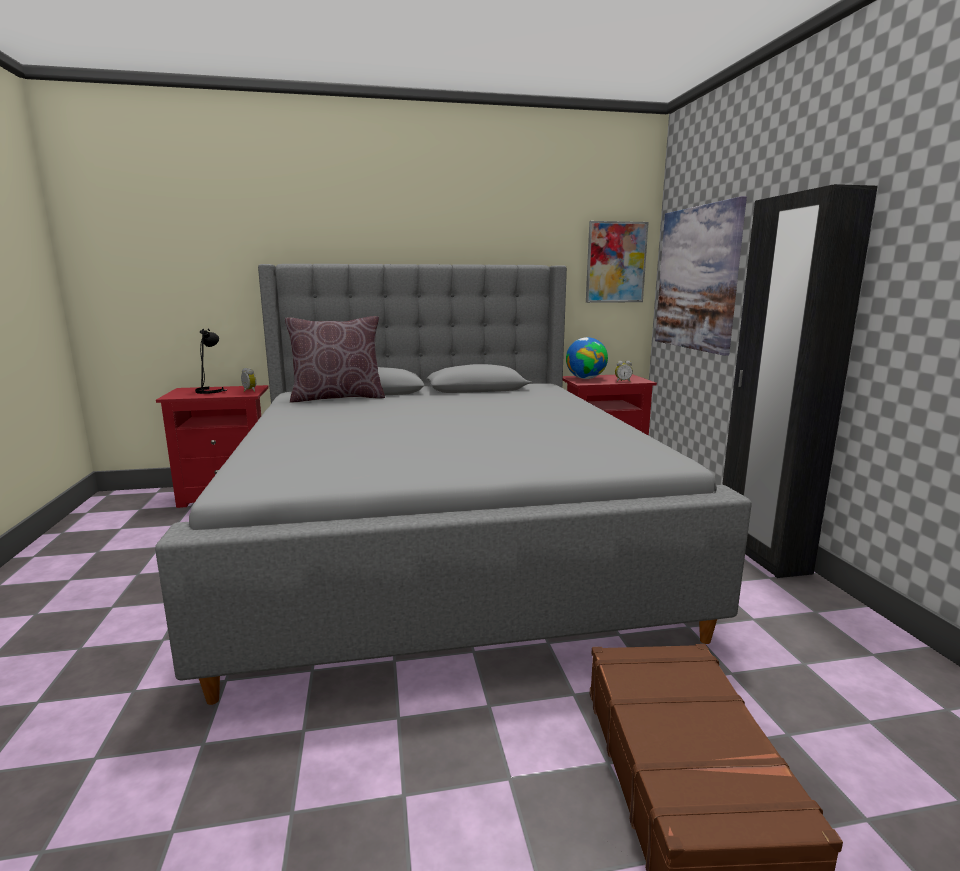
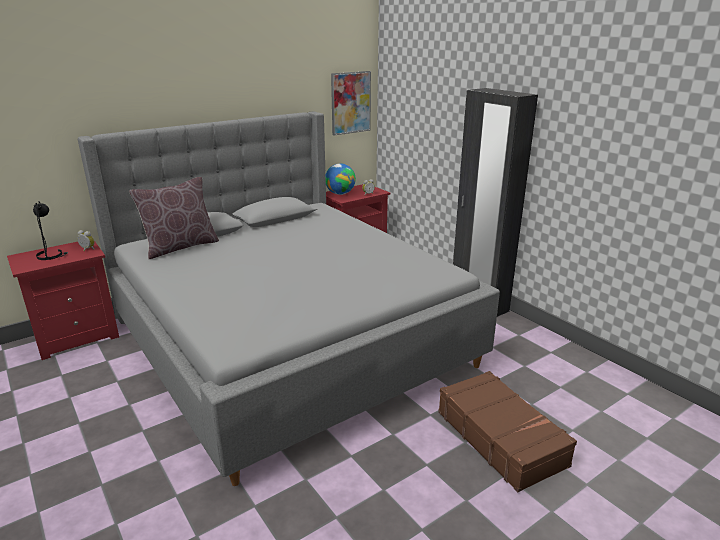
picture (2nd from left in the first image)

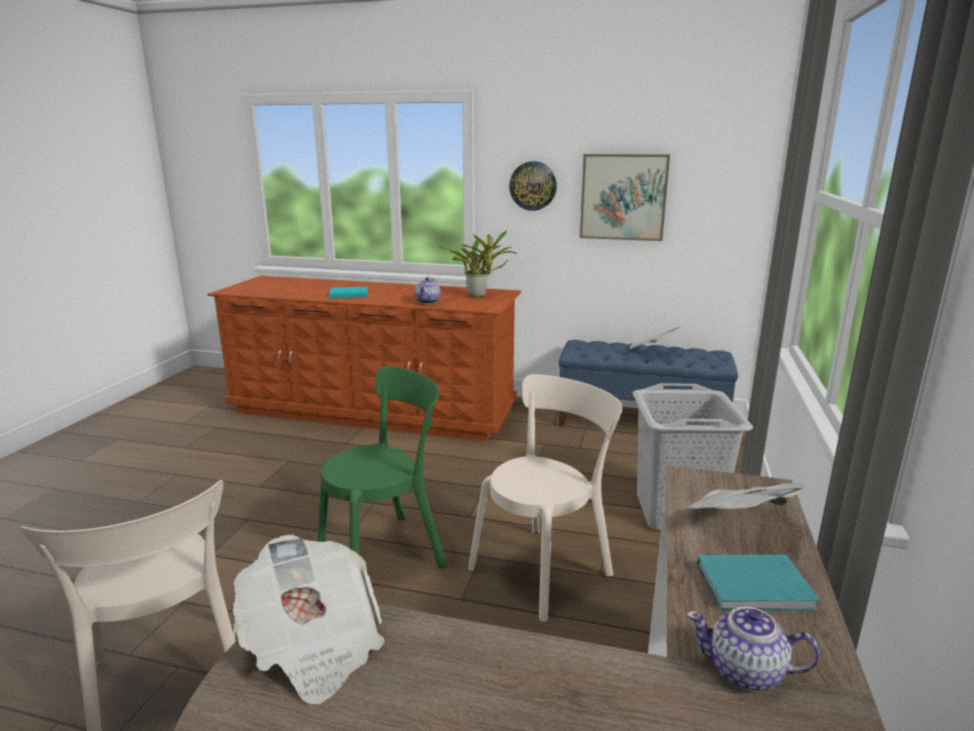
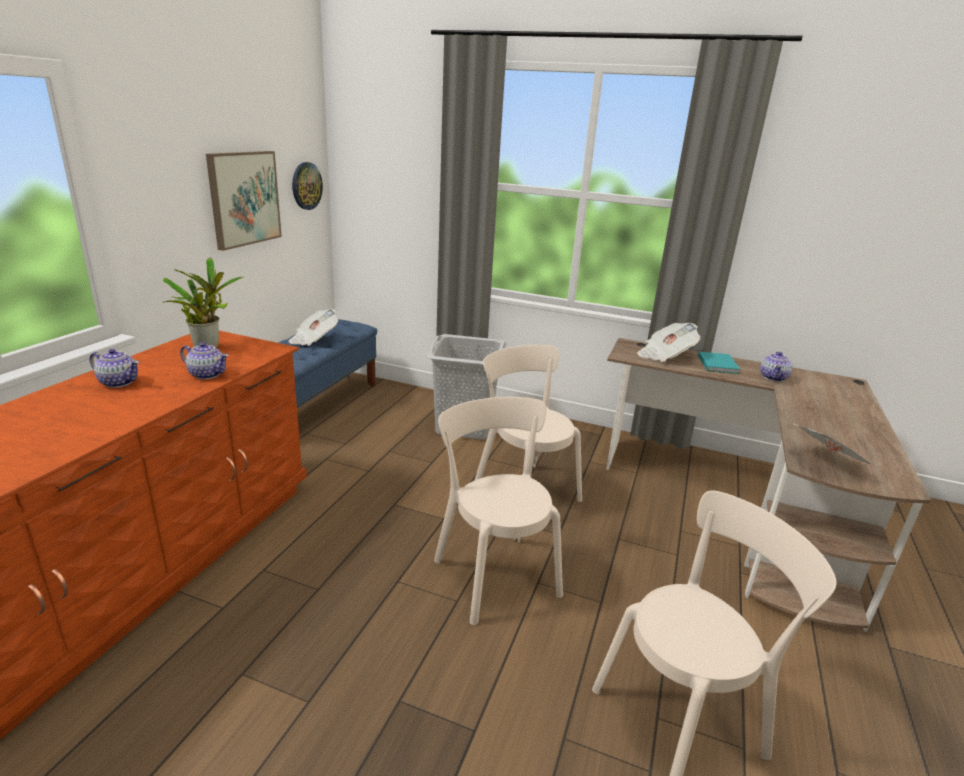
turquoise book (1st from left in the first image)
teapot (1st from left)
wall clock
beige chair (1st from left)

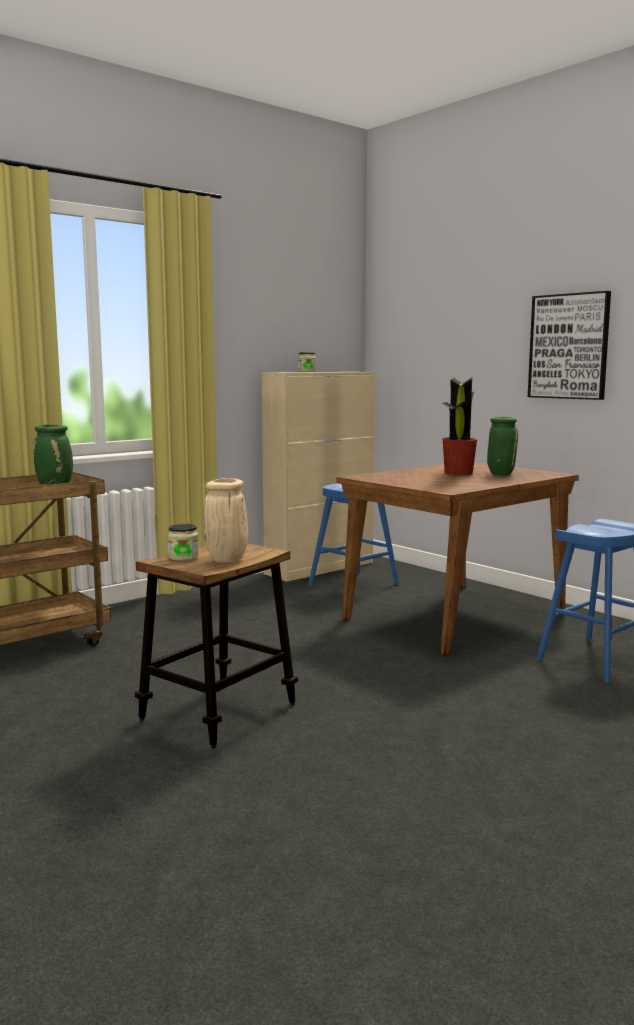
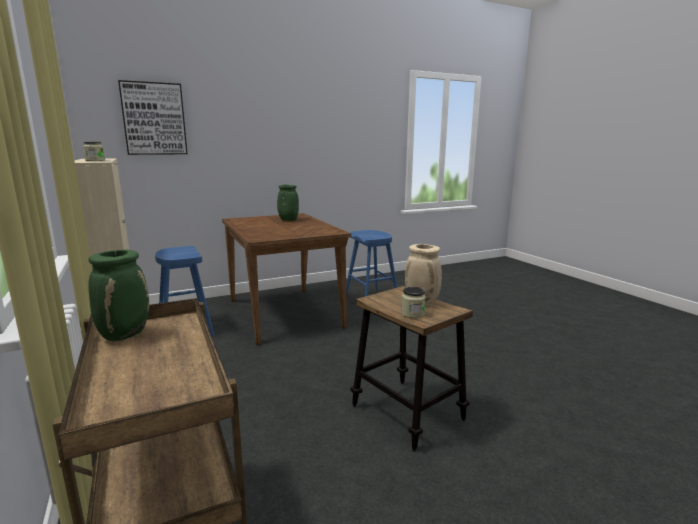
potted plant
picture

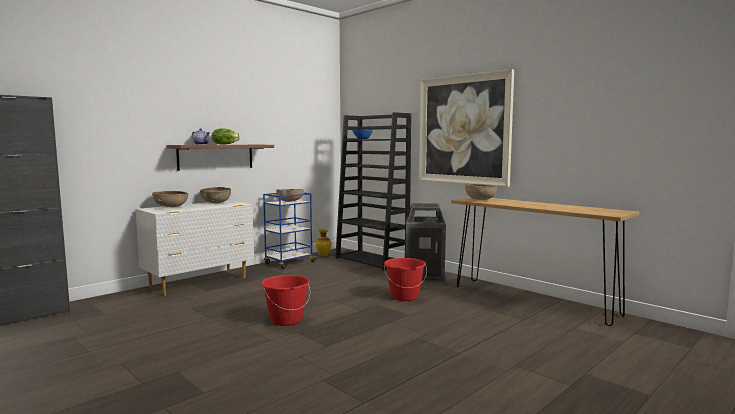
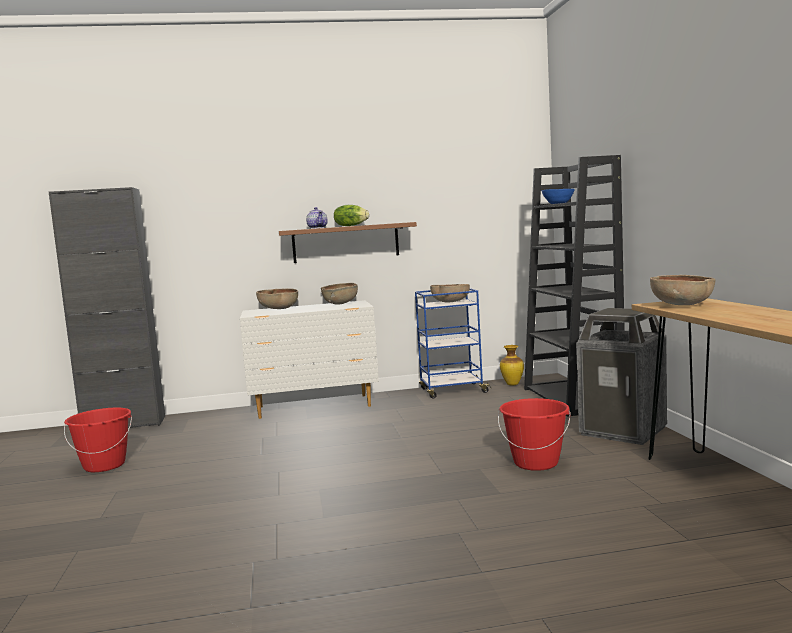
picture
red bucket (1st from left)

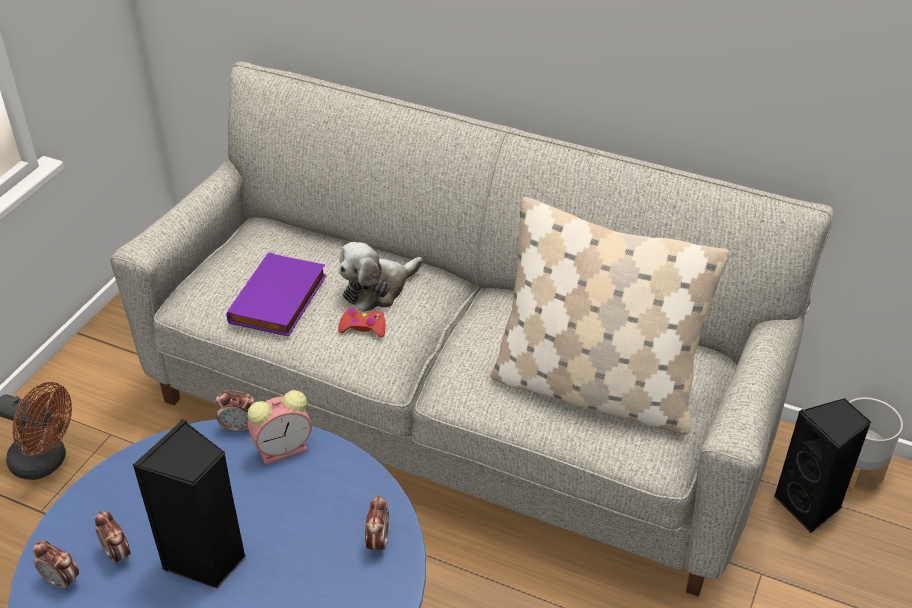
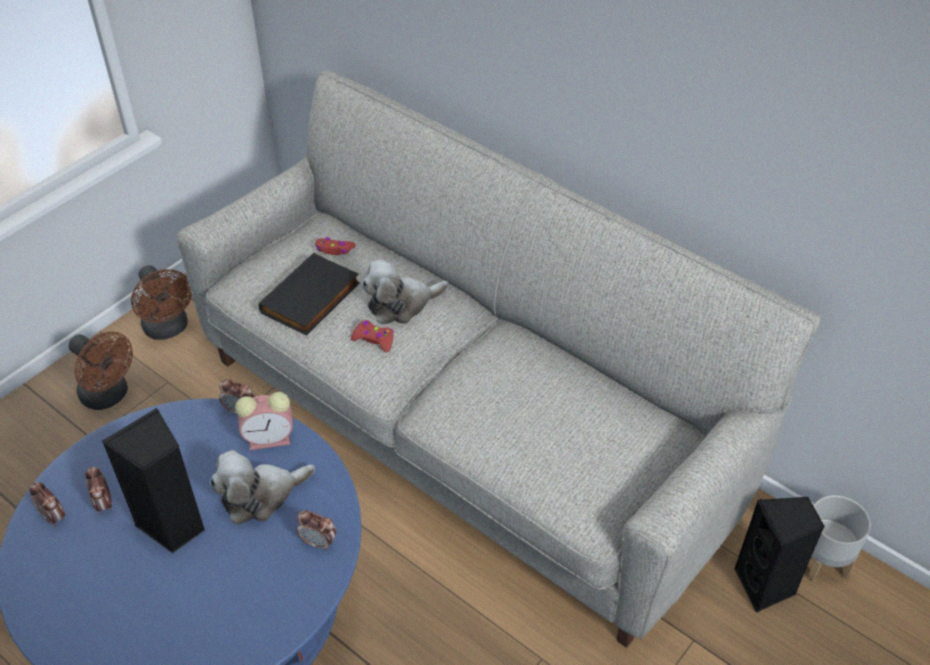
beige pillow
brown fan (2nd from left)
plush toy (1st from left)
red game controller (1st from left)
black book
alarm clock (5th from left)

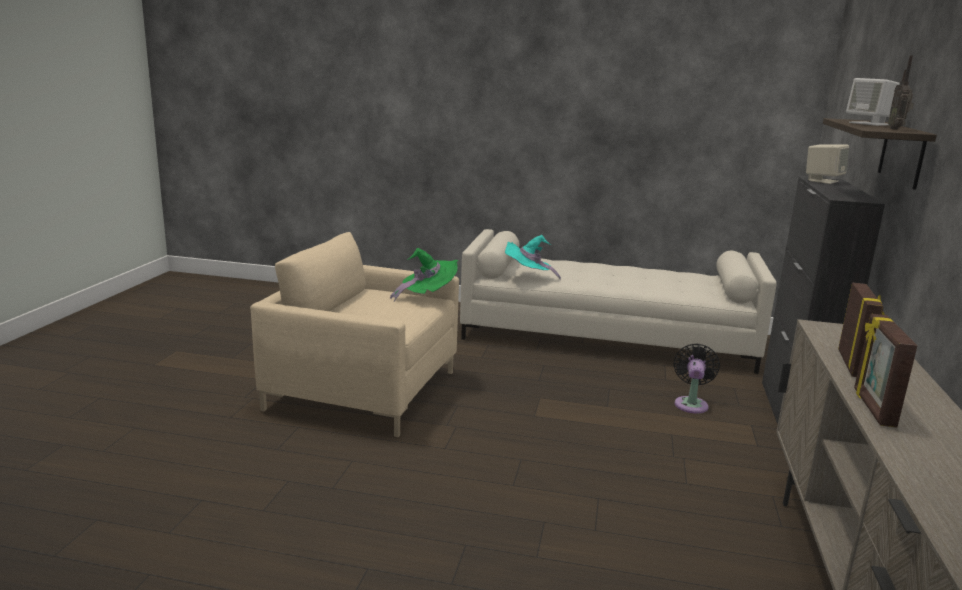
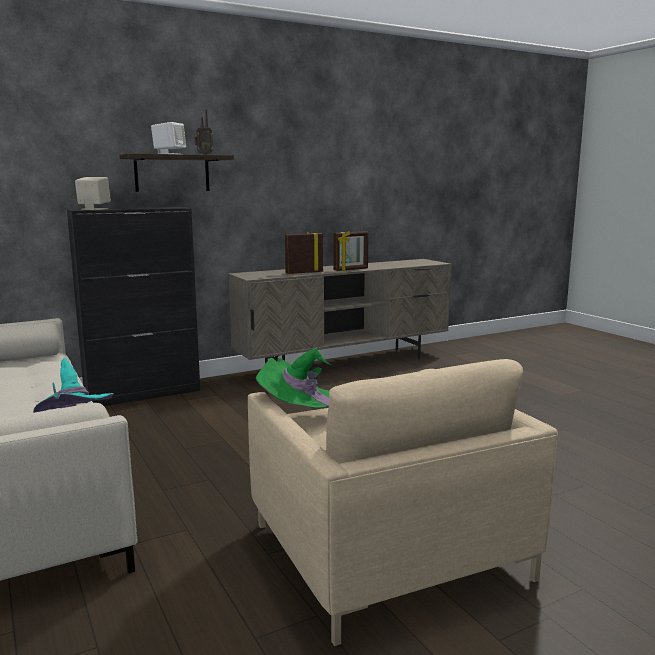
black fan

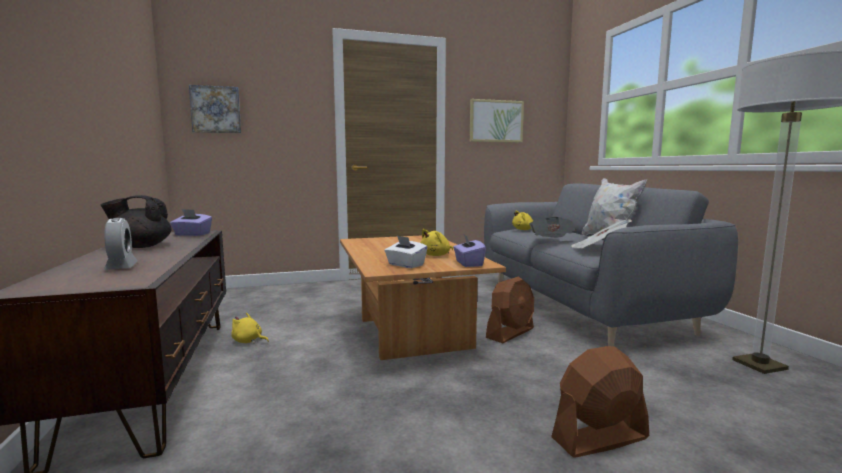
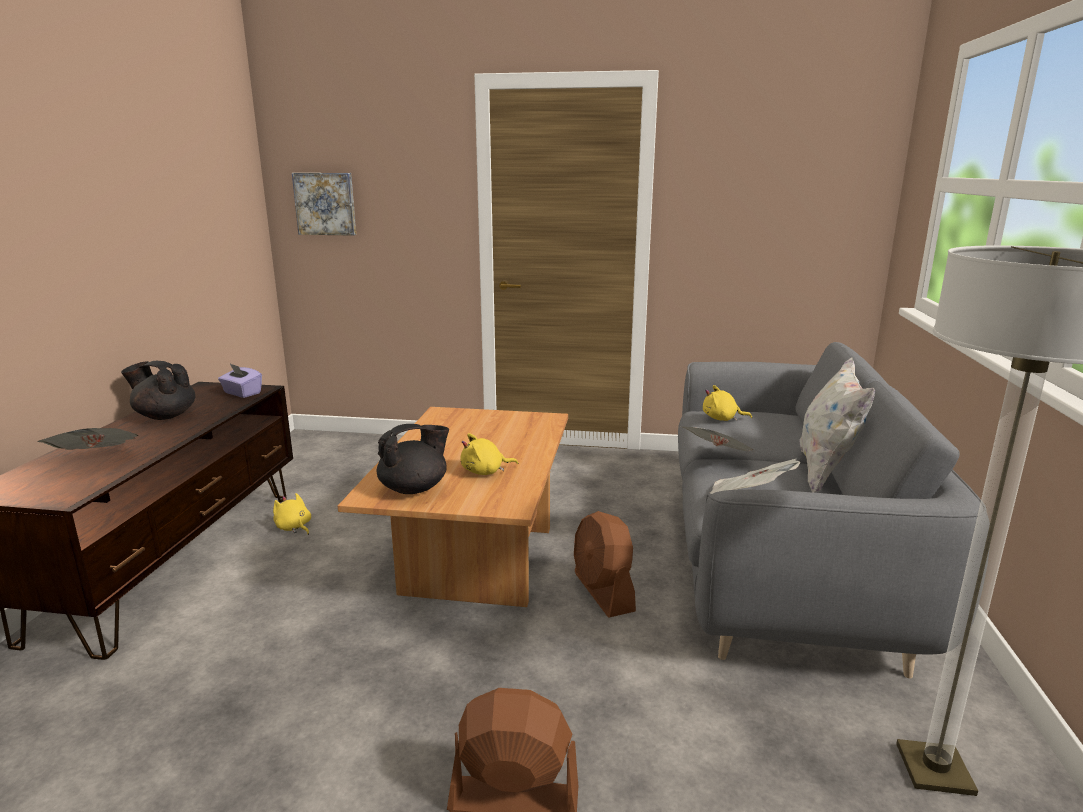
purple tissue box (2nd from left in the first image)
picture (2nd from left in the first image)
newspaper (1st from left)
black teapot (2nd from left)
brown fan (2nd from left)

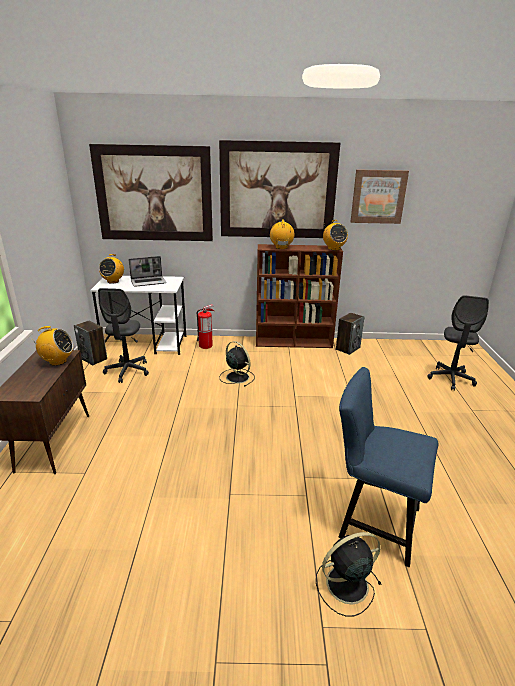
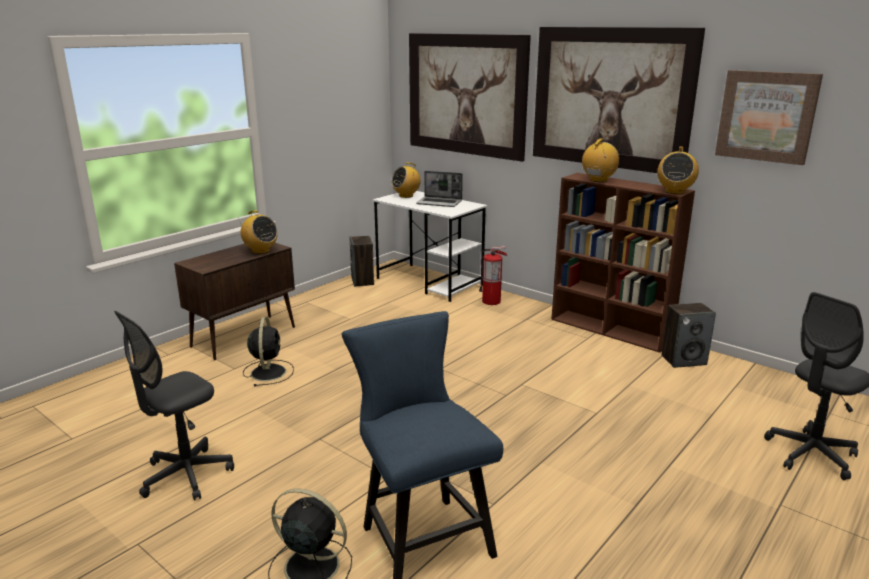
grey office chair (1st from left)
black fan (1st from left)

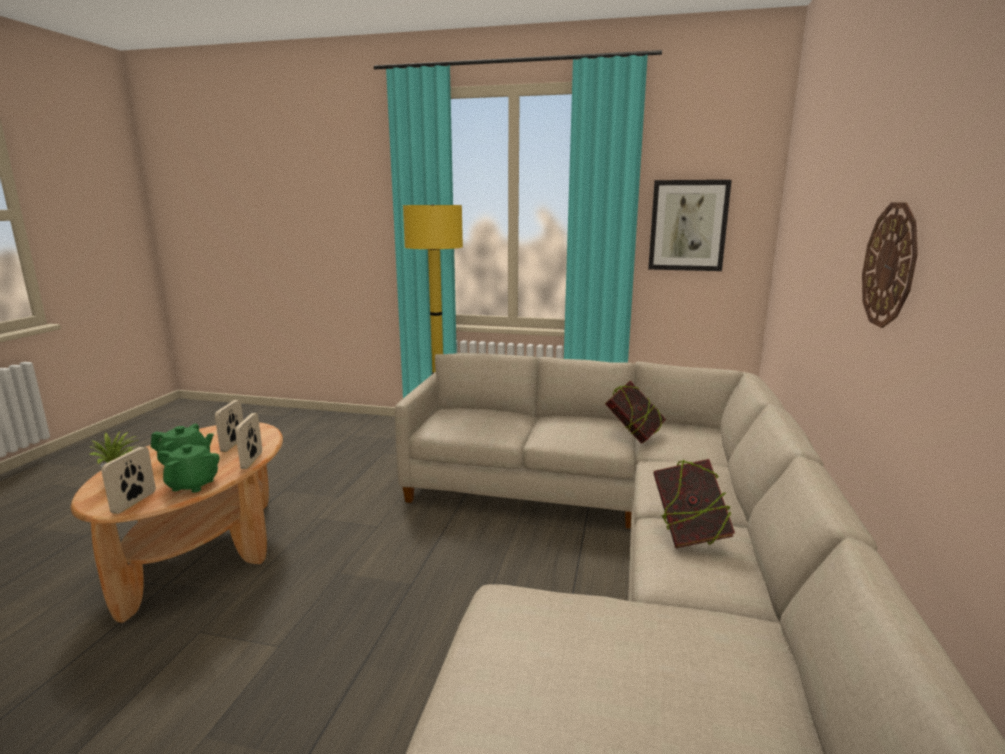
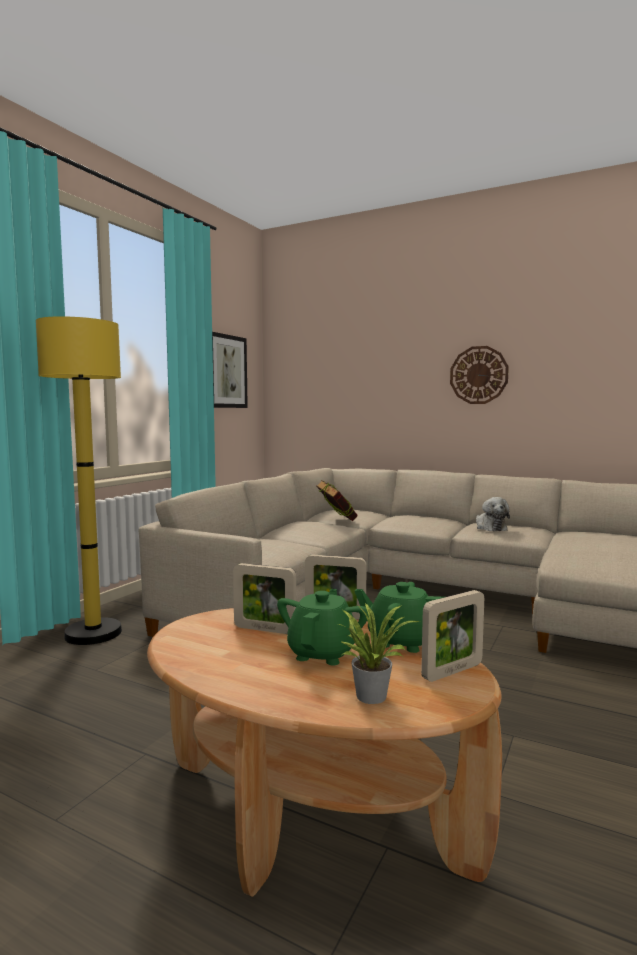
plush toy
picture frame (3rd from left)

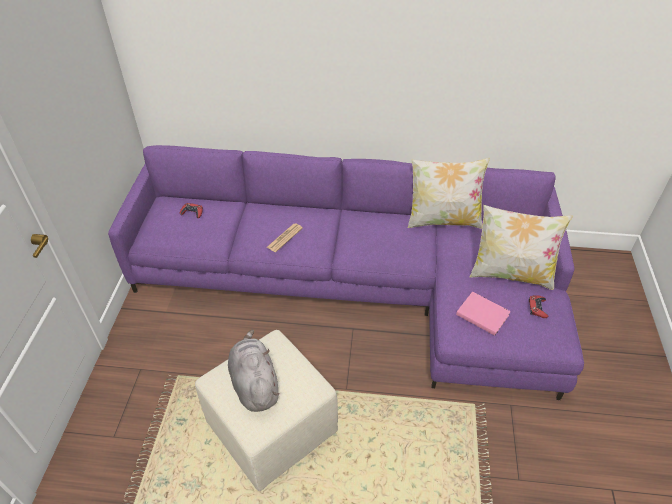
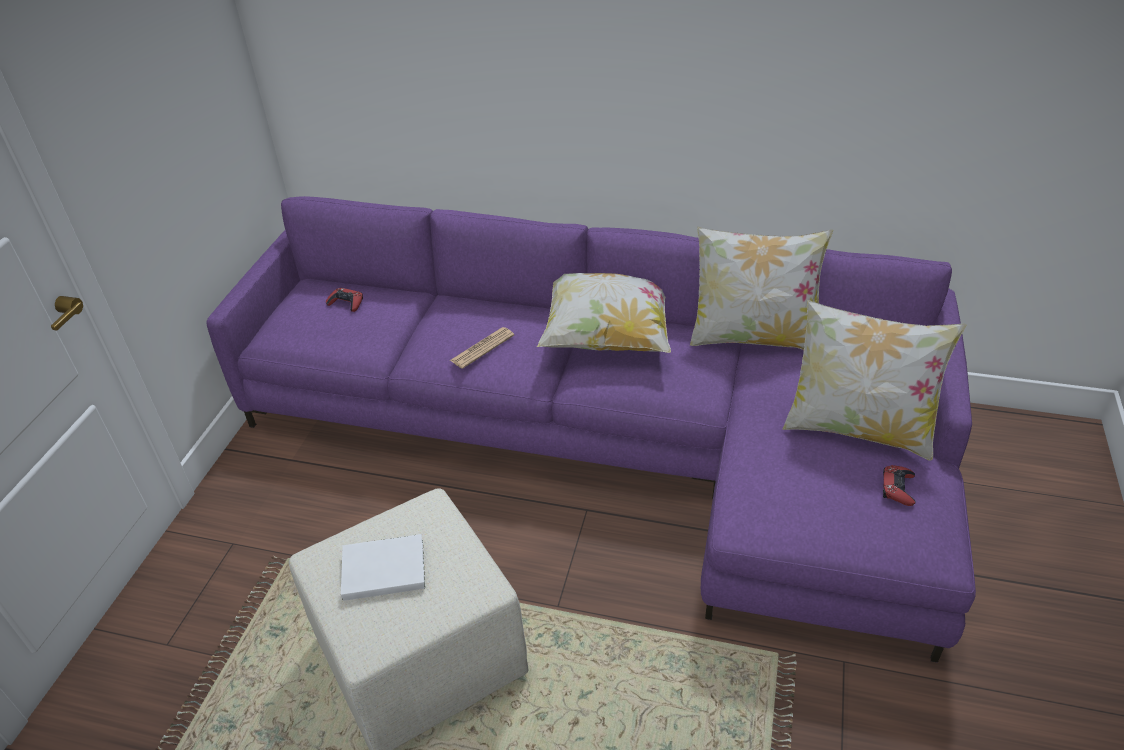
pink book
pillow (1st from left)
white book

